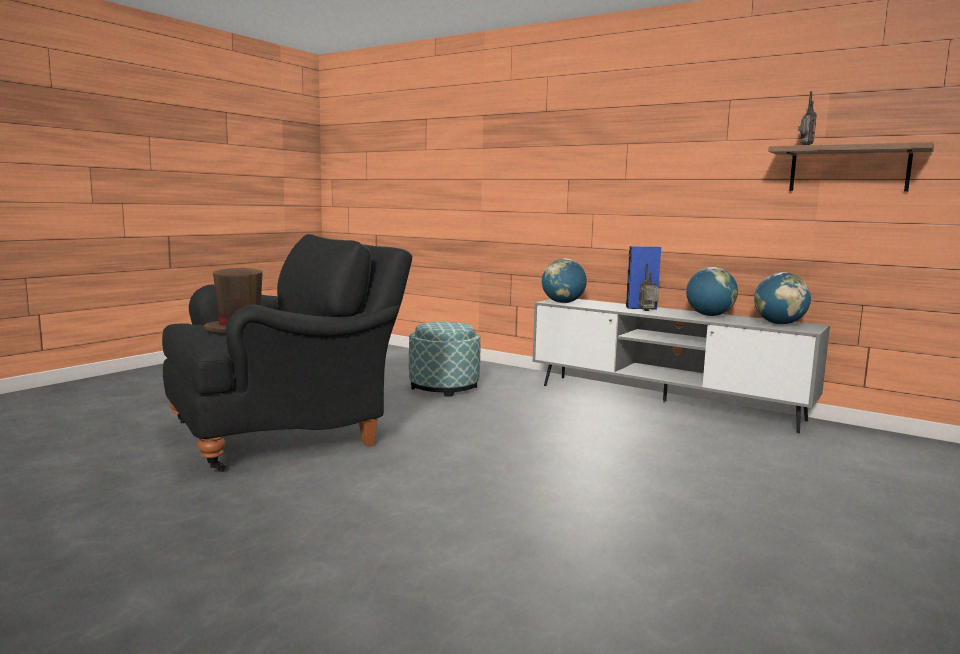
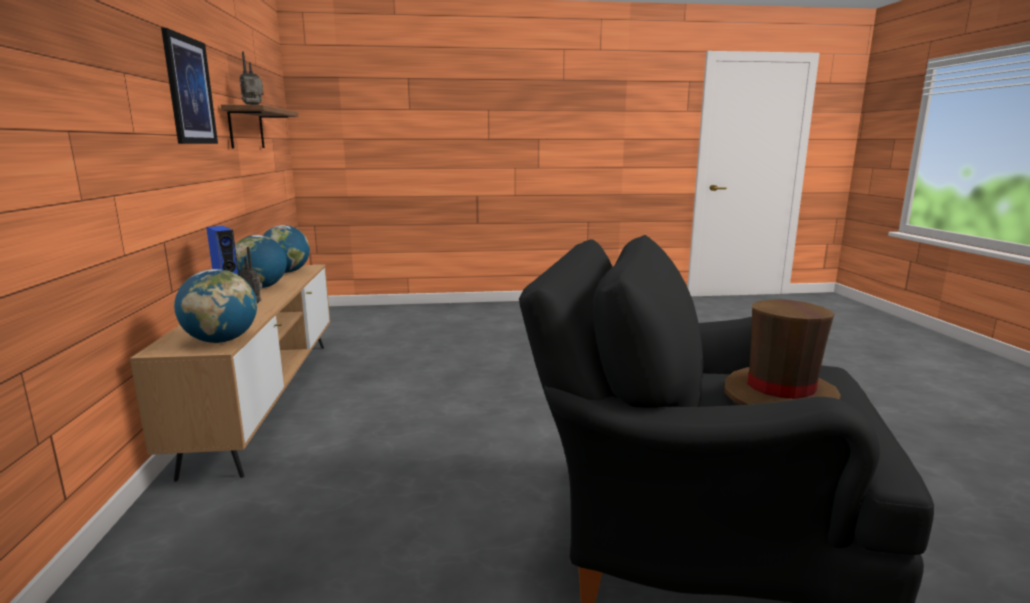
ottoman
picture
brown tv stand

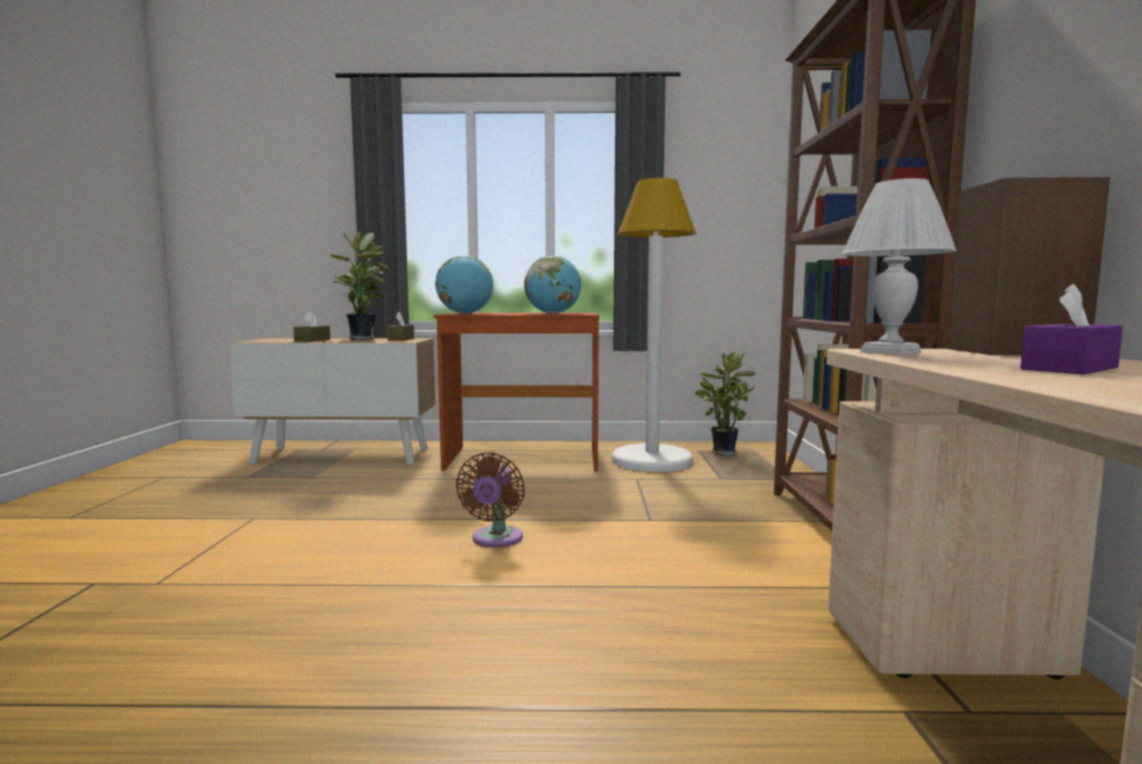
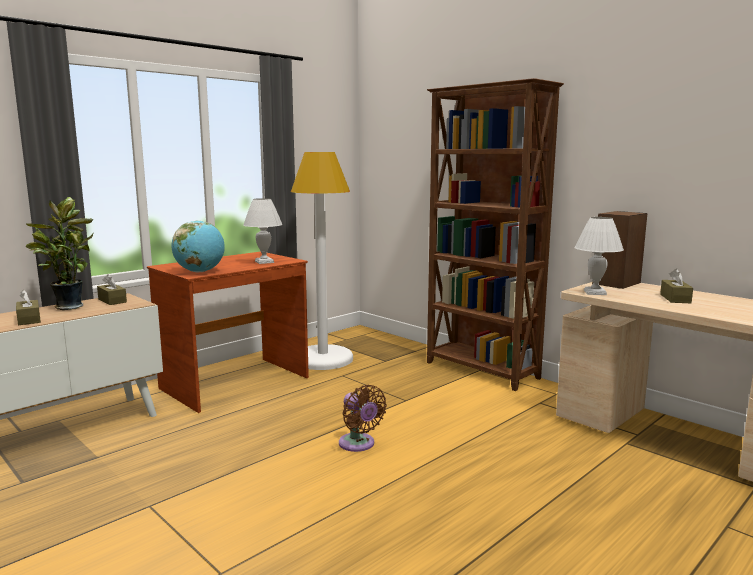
potted plant (2nd from left in the first image)
white table lamp (1st from left)
brown tissue box (3rd from left)

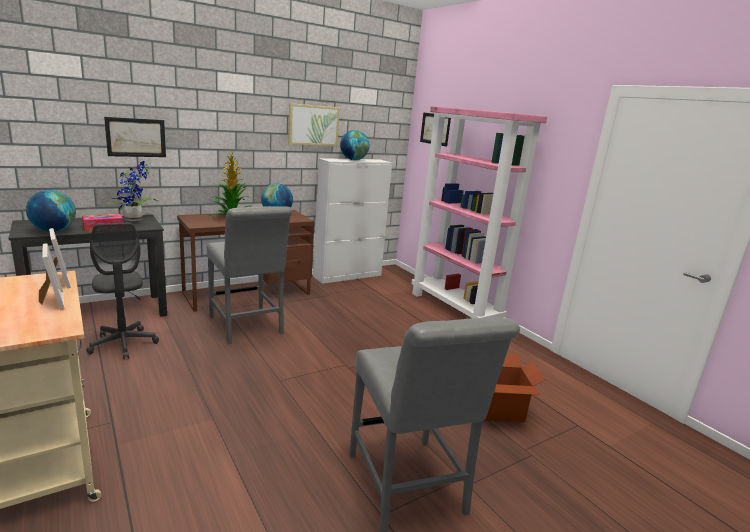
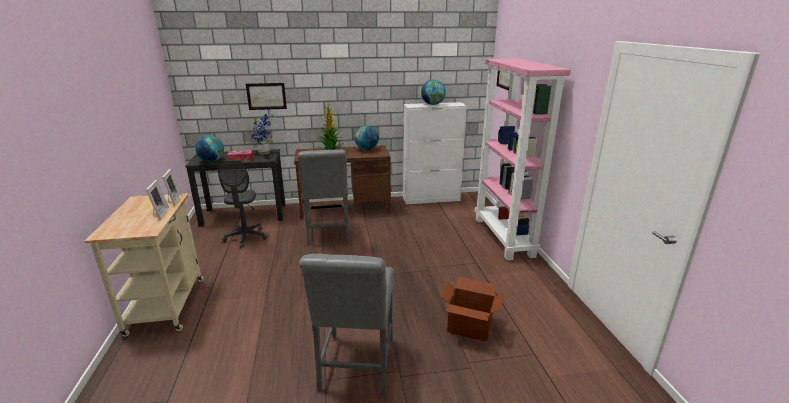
picture (2nd from left in the first image)

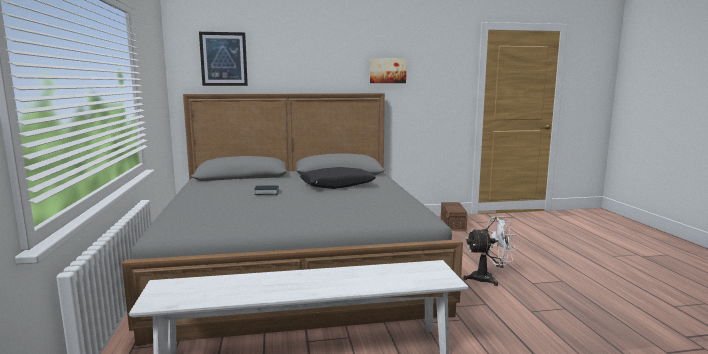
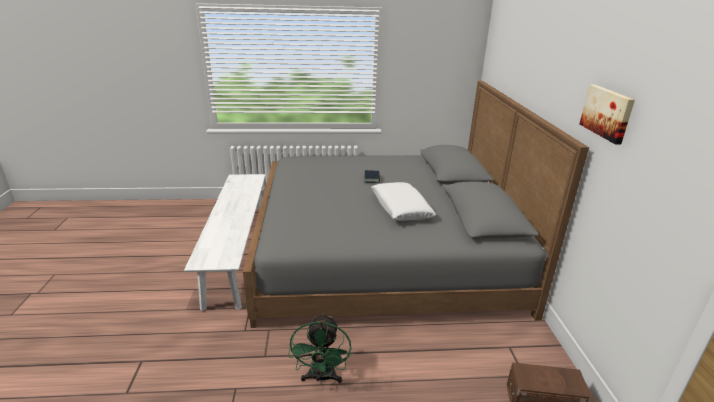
picture (1st from left in the first image)
white pillow
green fan

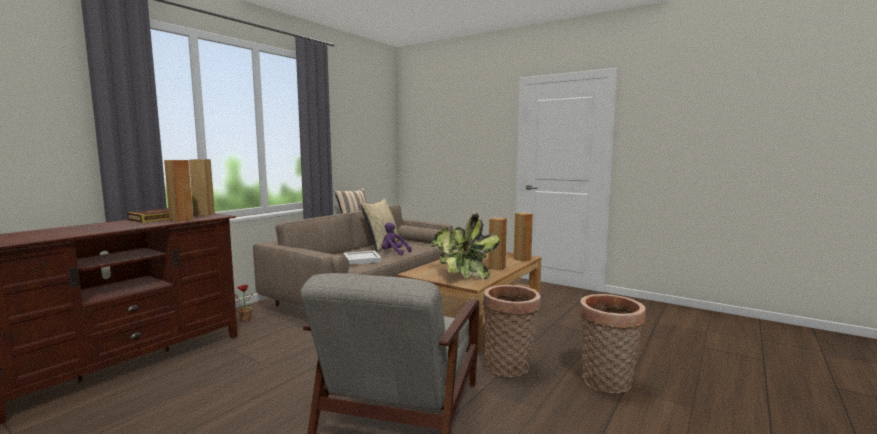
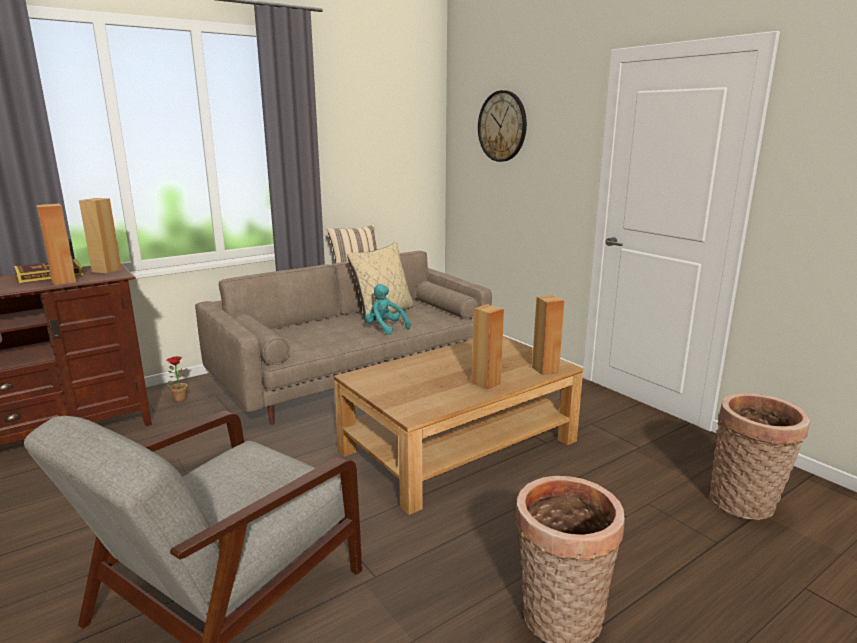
white tray
potted plant (2nd from left in the first image)
wall clock
basket (2nd from left)
turquoise plush toy

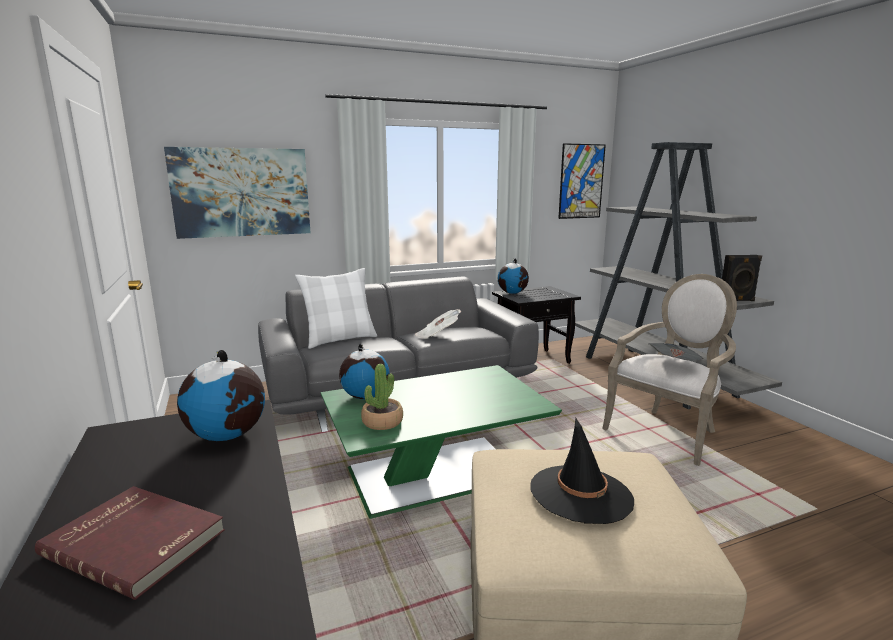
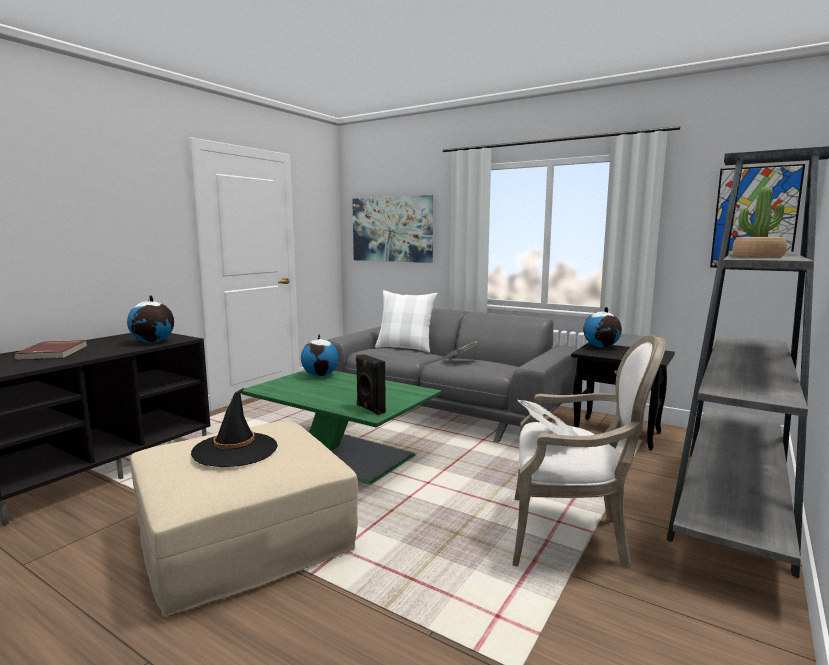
potted plant
black speaker

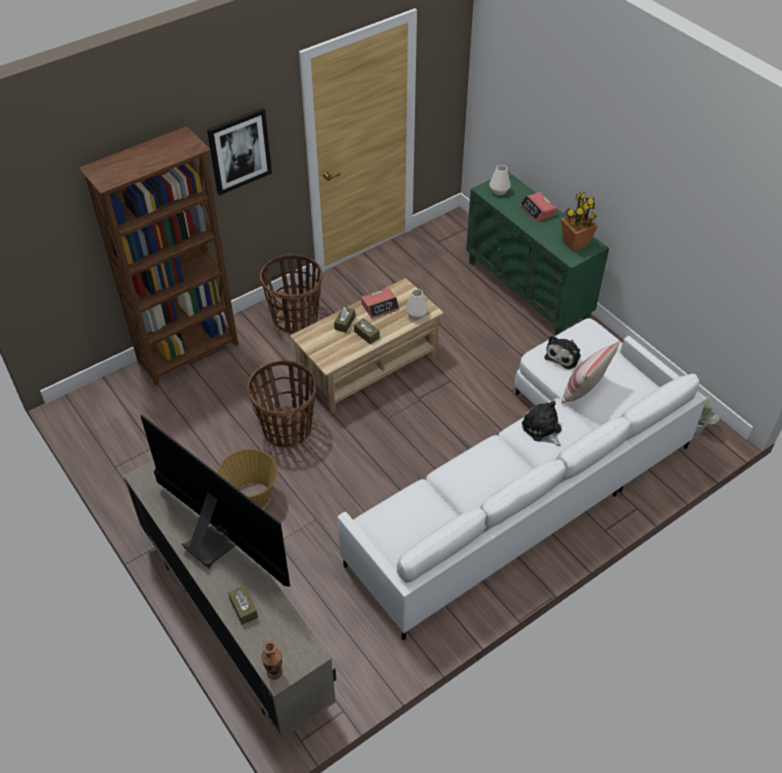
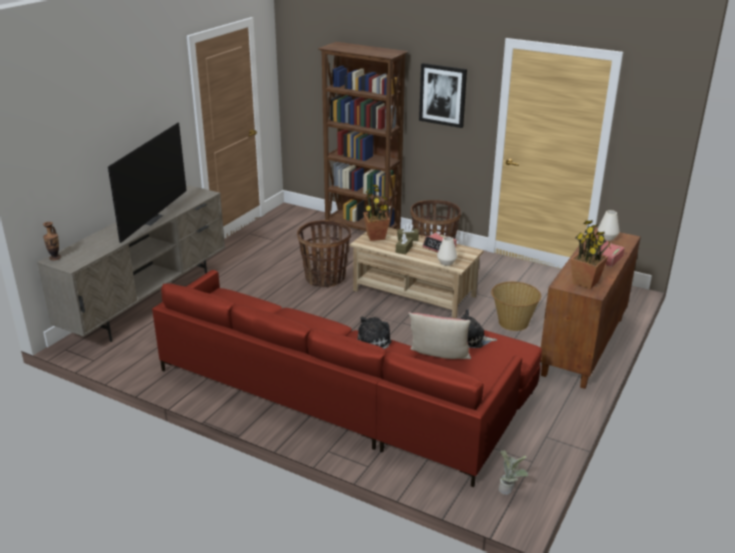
brown tissue box (1st from left in the first image)
potted plant (1st from left)
basket (3rd from left)
red sofa
brown cabinet

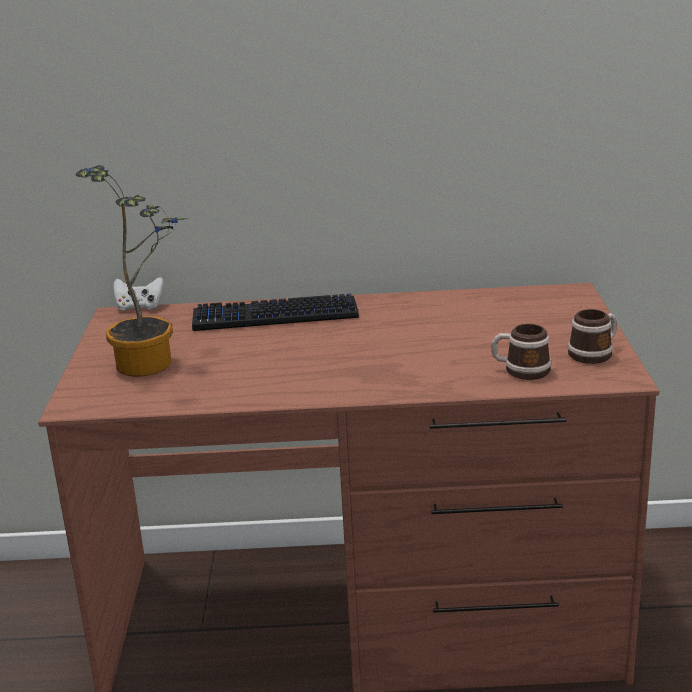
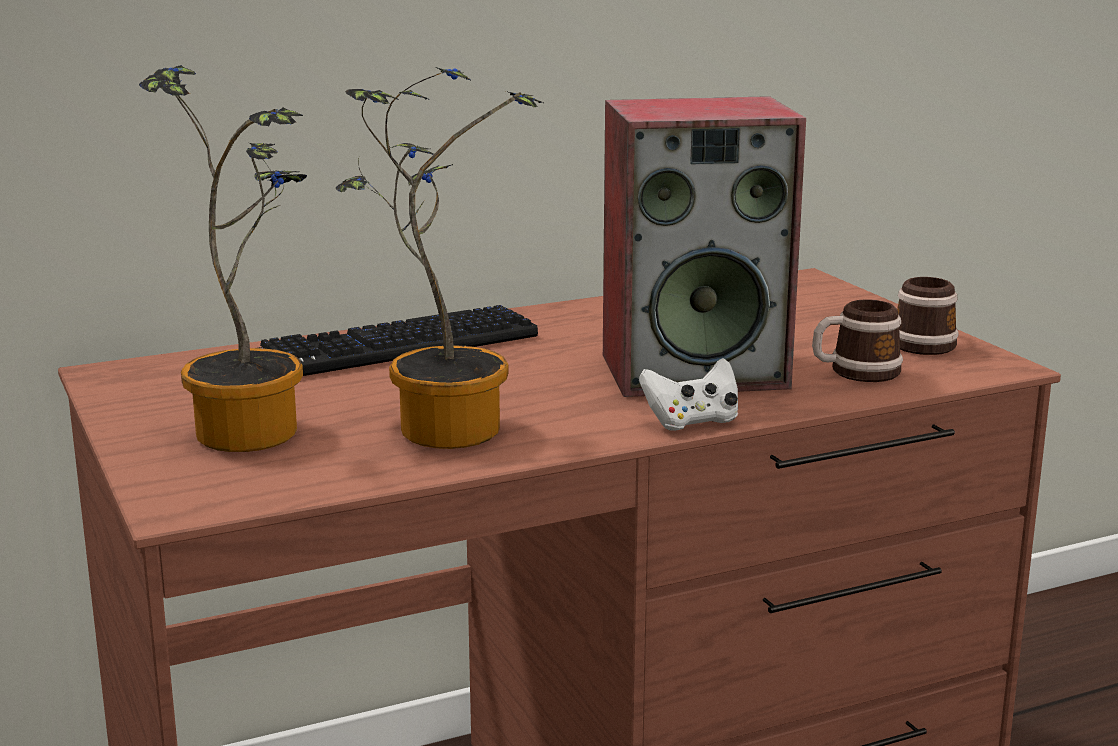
potted plant (2nd from left)
speaker
white game controller

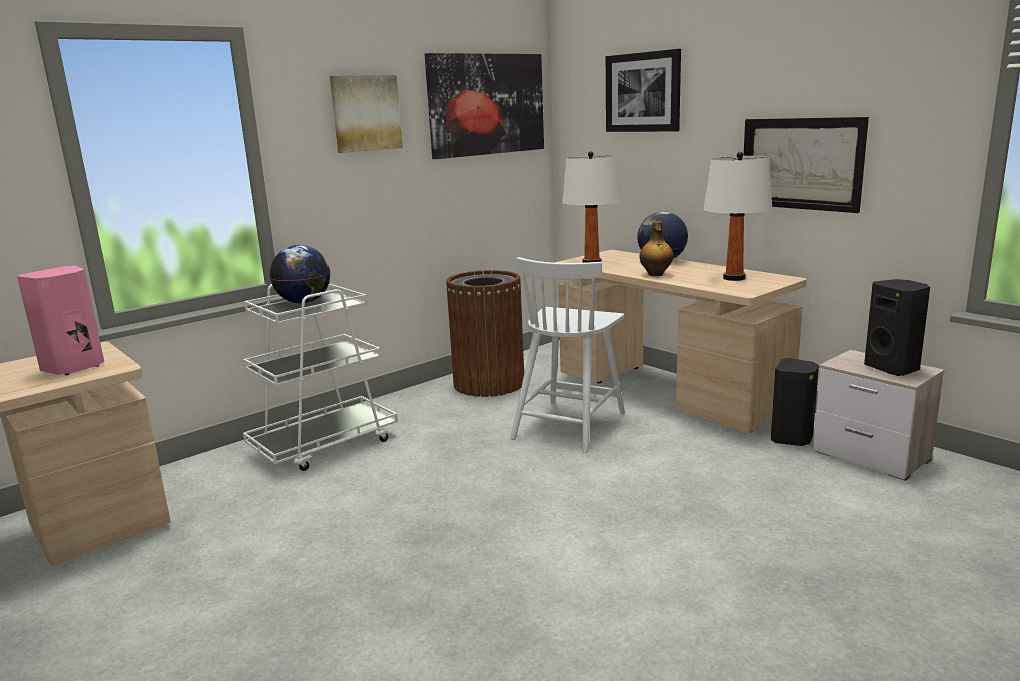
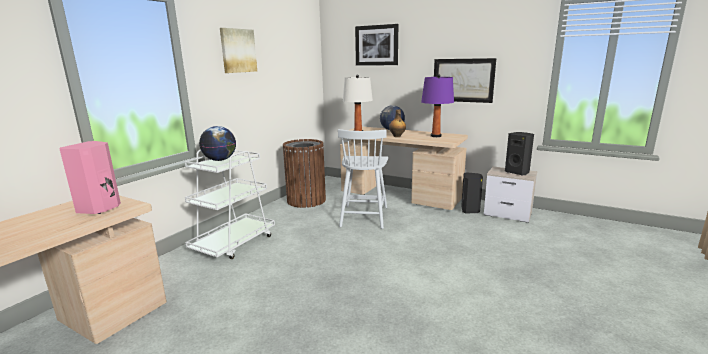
picture (2nd from left in the first image)
purple table lamp

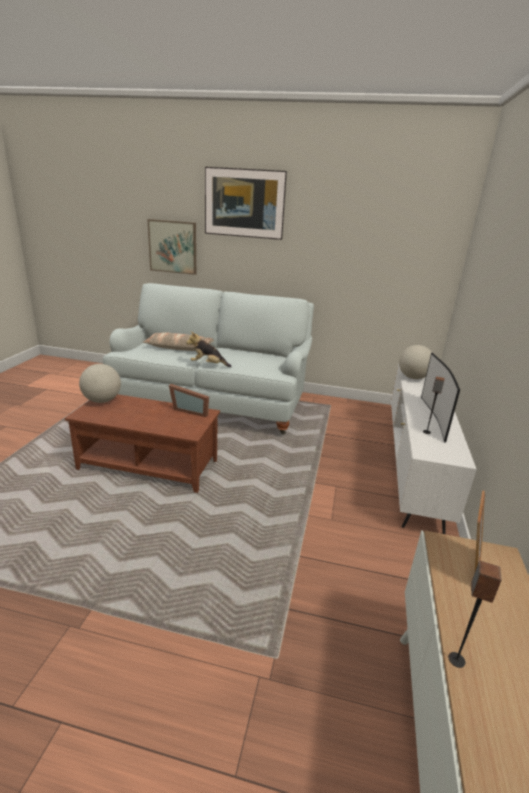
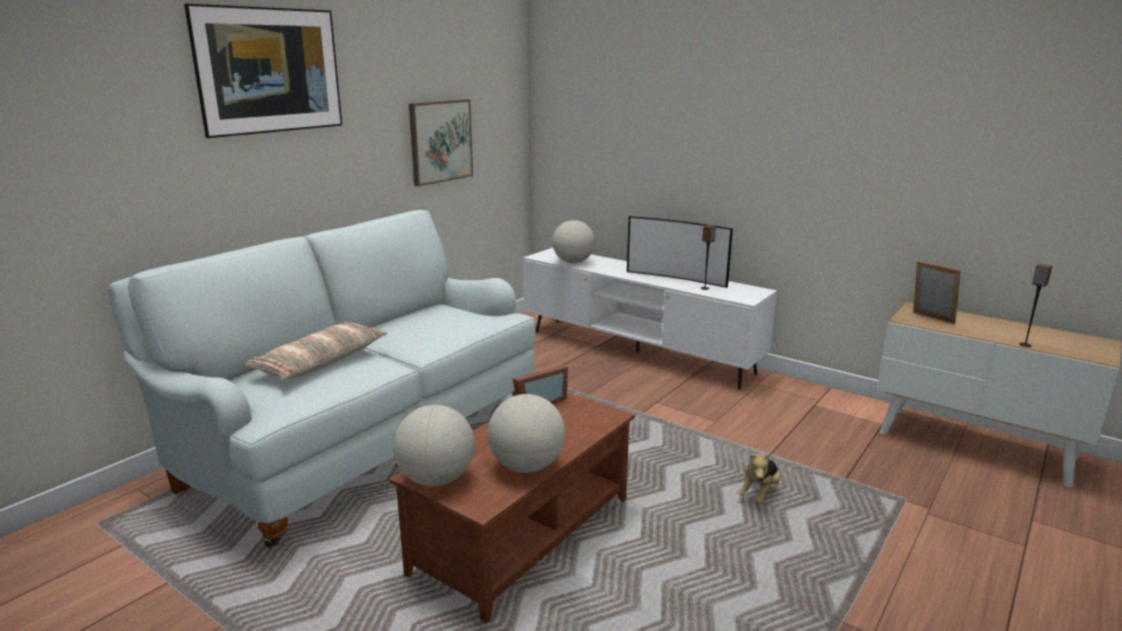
globe (2nd from left)
picture (2nd from left)
plush toy

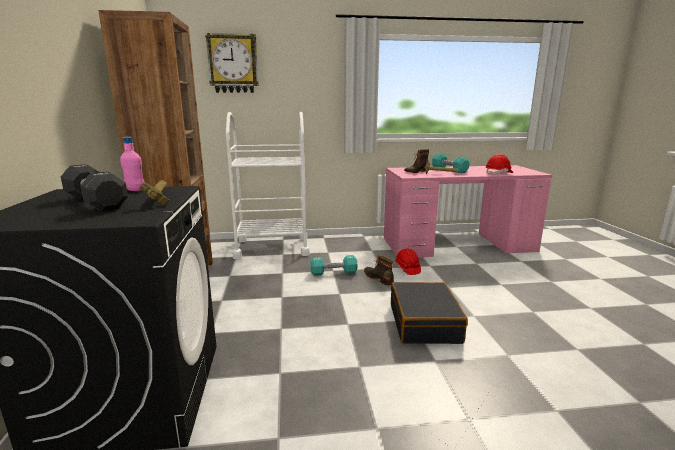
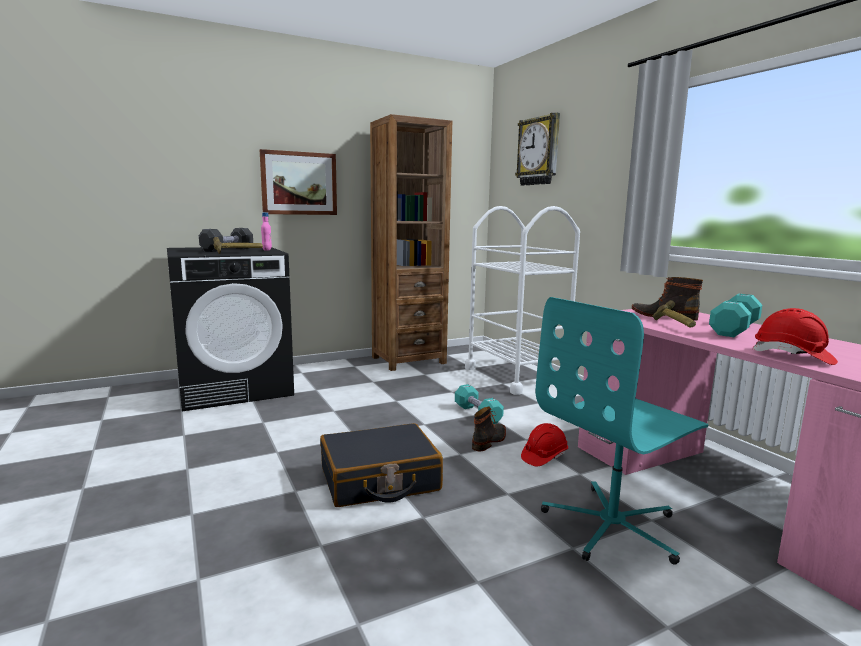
picture
turquoise office chair

